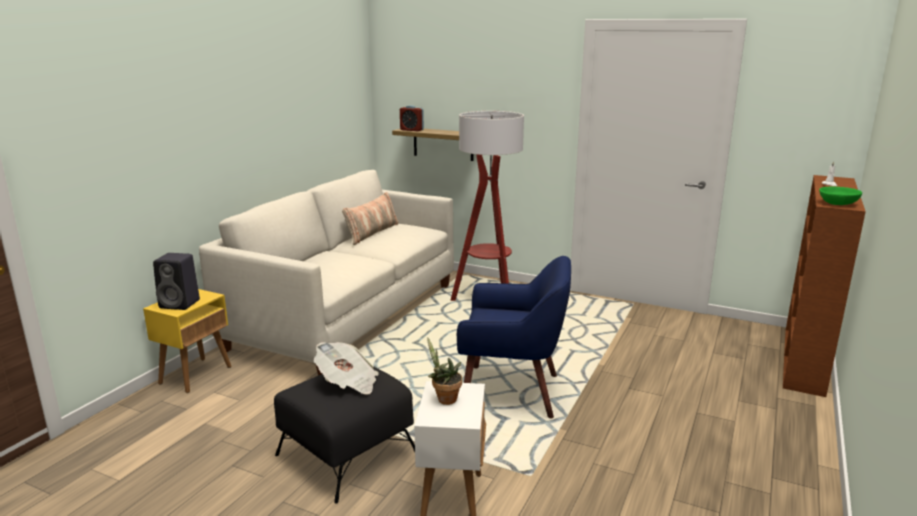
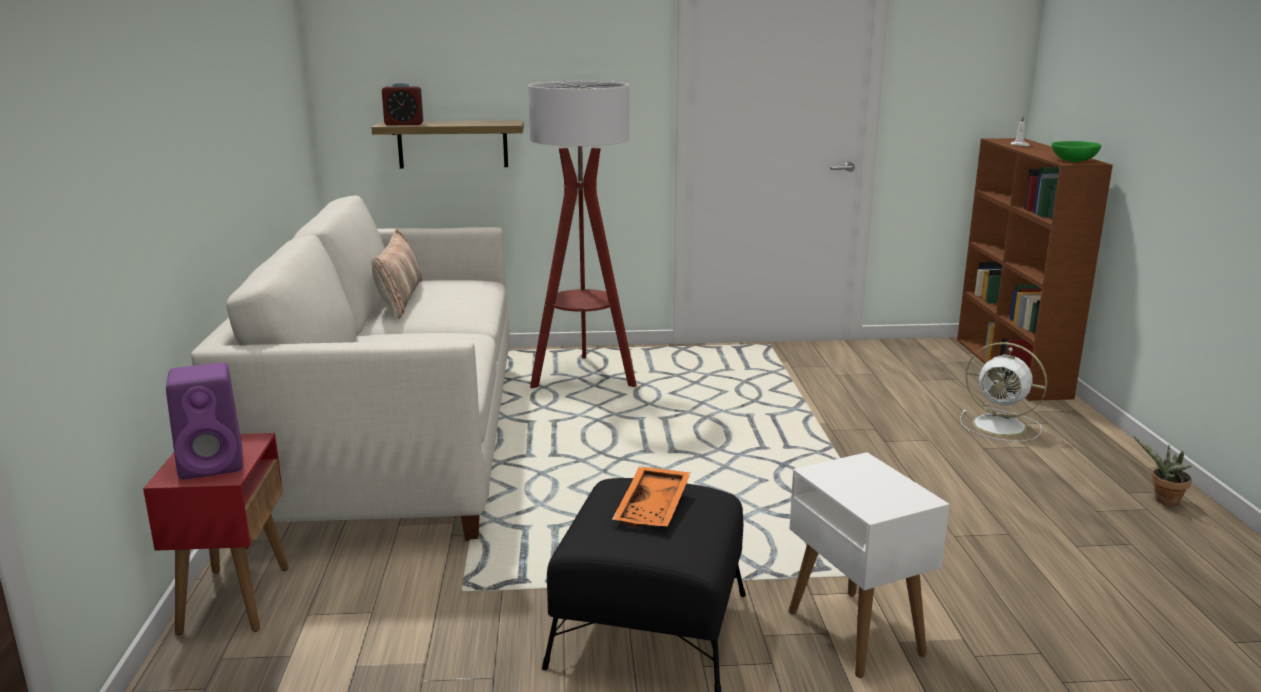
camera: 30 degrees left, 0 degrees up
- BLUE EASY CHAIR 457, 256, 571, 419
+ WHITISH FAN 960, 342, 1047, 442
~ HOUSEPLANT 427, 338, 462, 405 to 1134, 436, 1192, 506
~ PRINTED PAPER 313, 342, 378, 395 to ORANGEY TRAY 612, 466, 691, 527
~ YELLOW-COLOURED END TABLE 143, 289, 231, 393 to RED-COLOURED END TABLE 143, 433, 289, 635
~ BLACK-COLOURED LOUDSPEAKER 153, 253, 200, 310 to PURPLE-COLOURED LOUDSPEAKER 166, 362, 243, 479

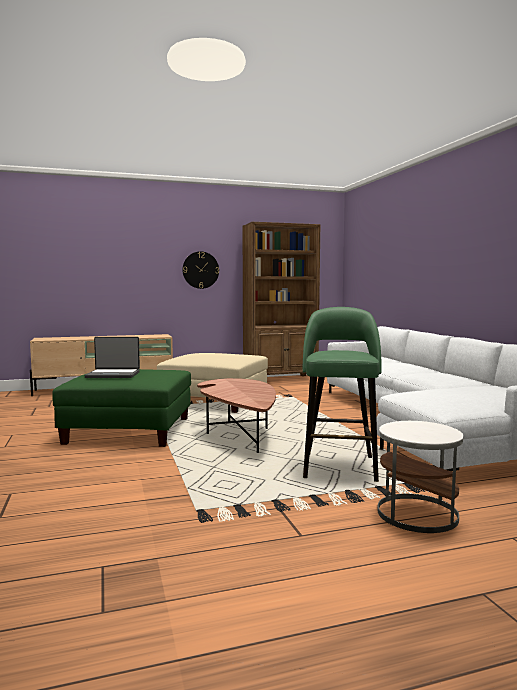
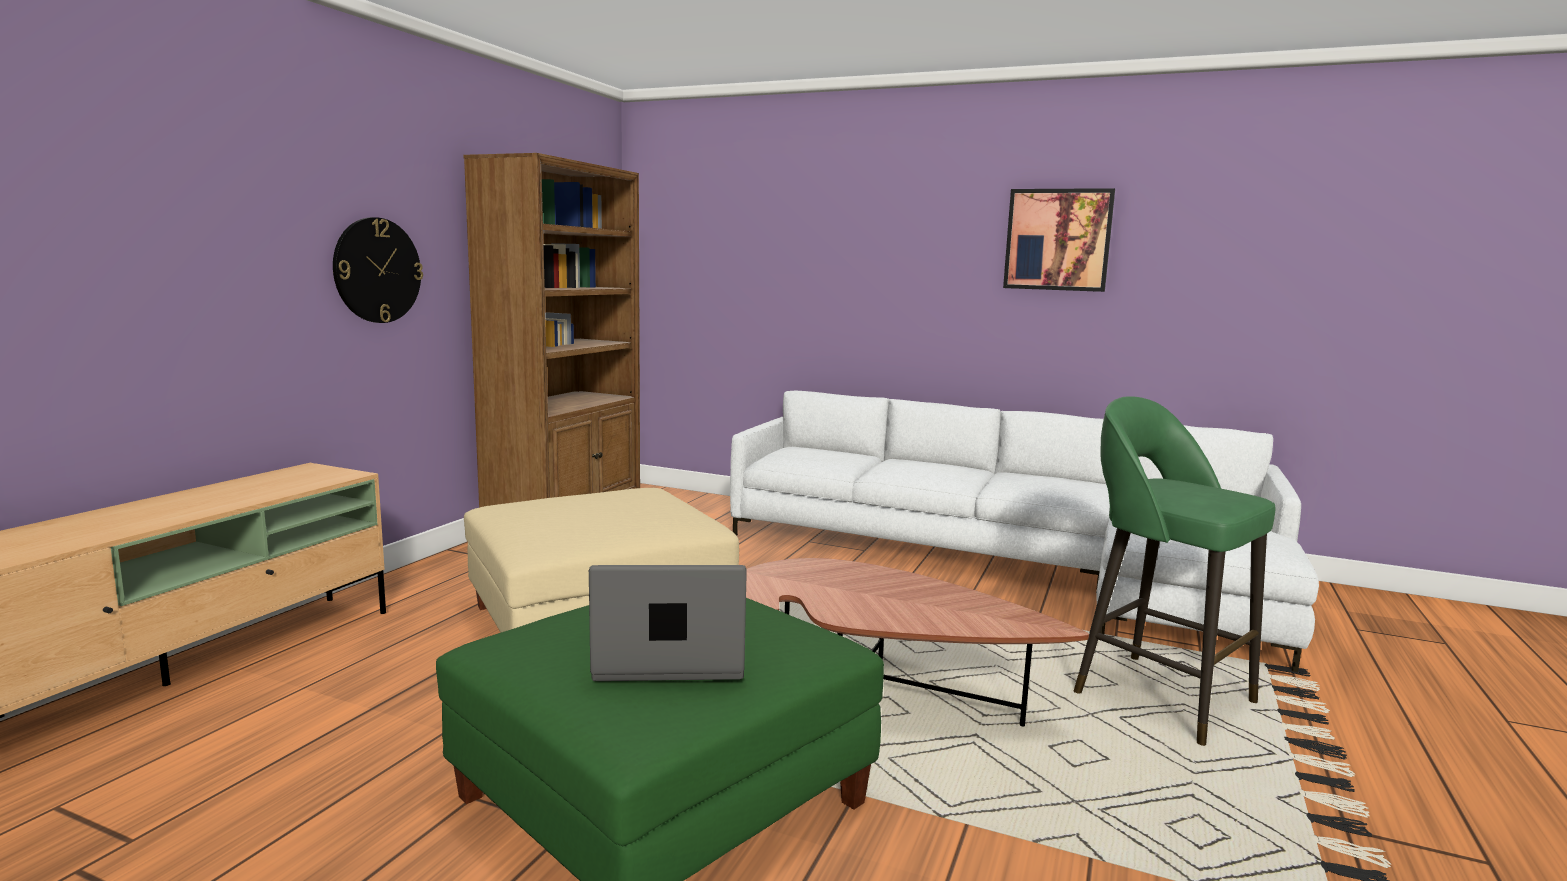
camera: 50 degrees left, 5 degrees up
- WHITISH END TABLE 377, 421, 464, 533
+ WALL ART 1003, 188, 1115, 292
~ NOTEBOOK COMPUTER 85, 337, 140, 378 = 589, 565, 747, 681 135 degrees counterclockwise

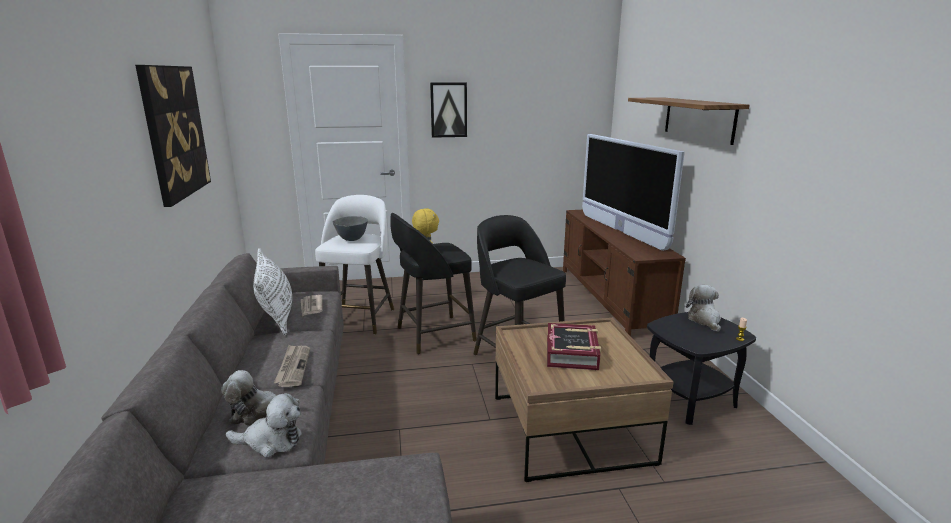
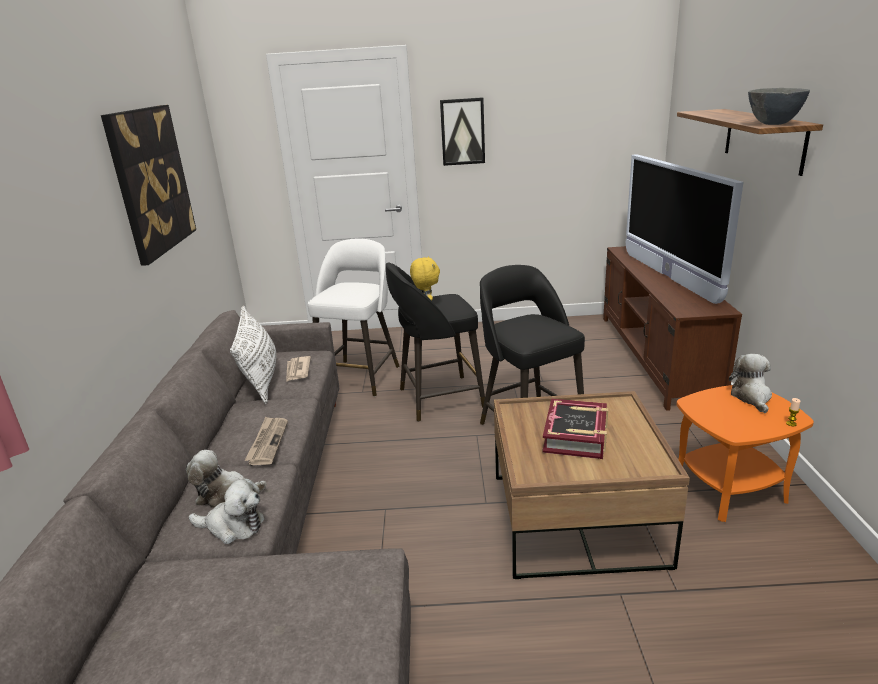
camera: 10 degrees right, 5 degrees up
~ GRAY DEEP DISH 333, 216, 368, 241 to 748, 88, 810, 125
~ BLACK-COLOURED END TABLE 647, 312, 756, 425 to ORANGEY END TABLE 676, 385, 814, 522

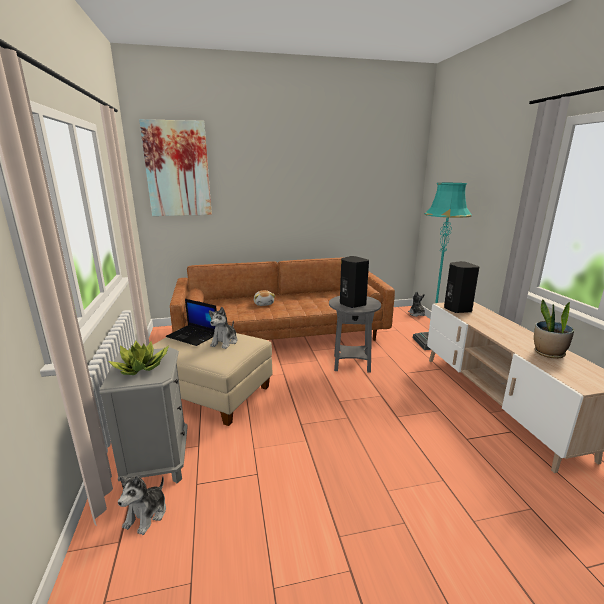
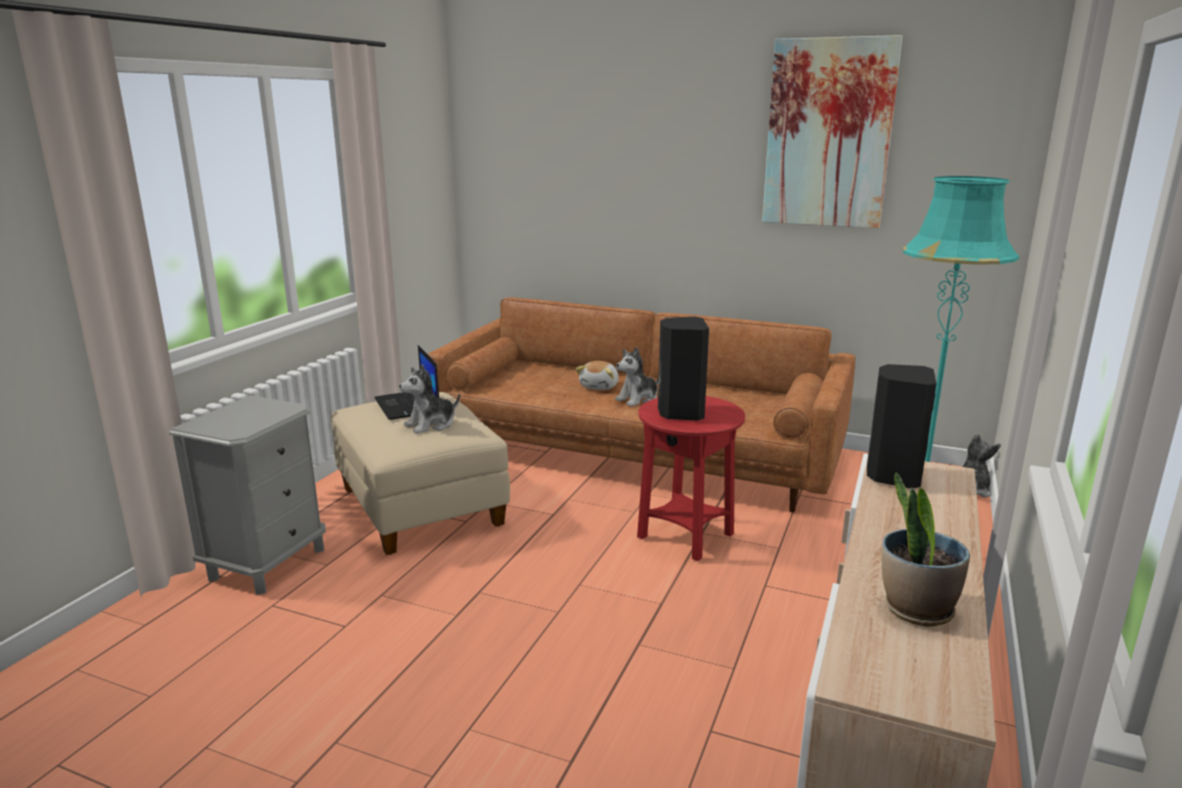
camera: 35 degrees right, 0 degrees up
- HOUSEPLANT 108, 340, 169, 375
~ SOFT TOY 118, 475, 166, 535 to 615, 347, 659, 407
~ WALL ART 139, 119, 212, 216 to 762, 35, 903, 228
~ GRAY END TABLE 329, 296, 381, 373 to RED-COLOURED END TABLE 637, 396, 745, 561

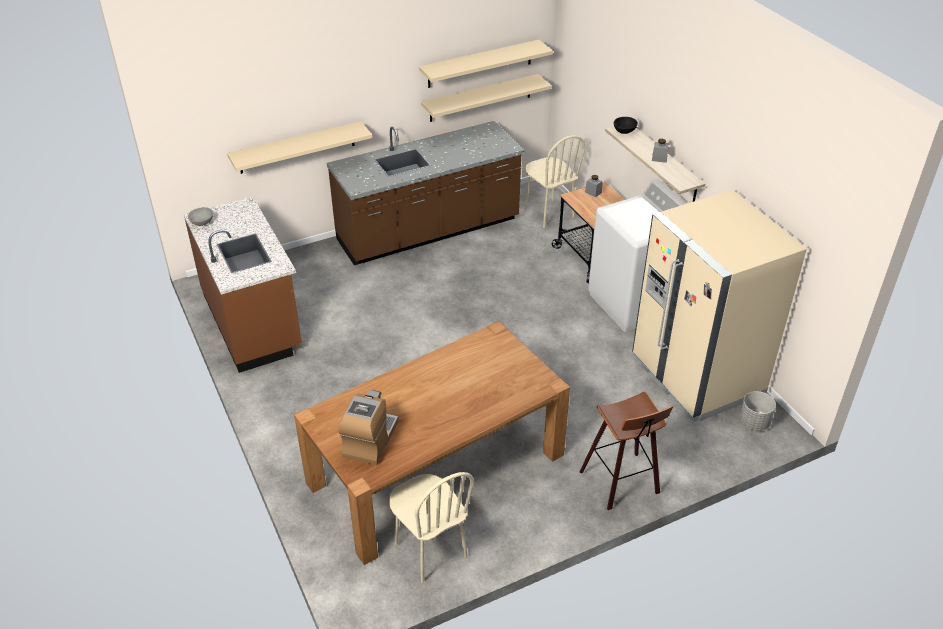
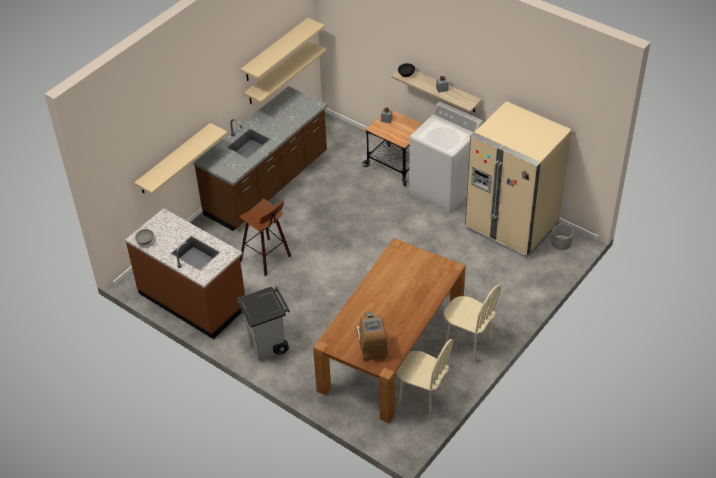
camera: 25 degrees left, 5 degrees up
+ GRAY RUBBISH BIN 237, 287, 290, 361
~ BEIGE-COLOURED CHAIR 525, 135, 585, 228 to 444, 285, 501, 362
~ STOOL SEAT 580, 392, 673, 510 to 240, 198, 291, 276

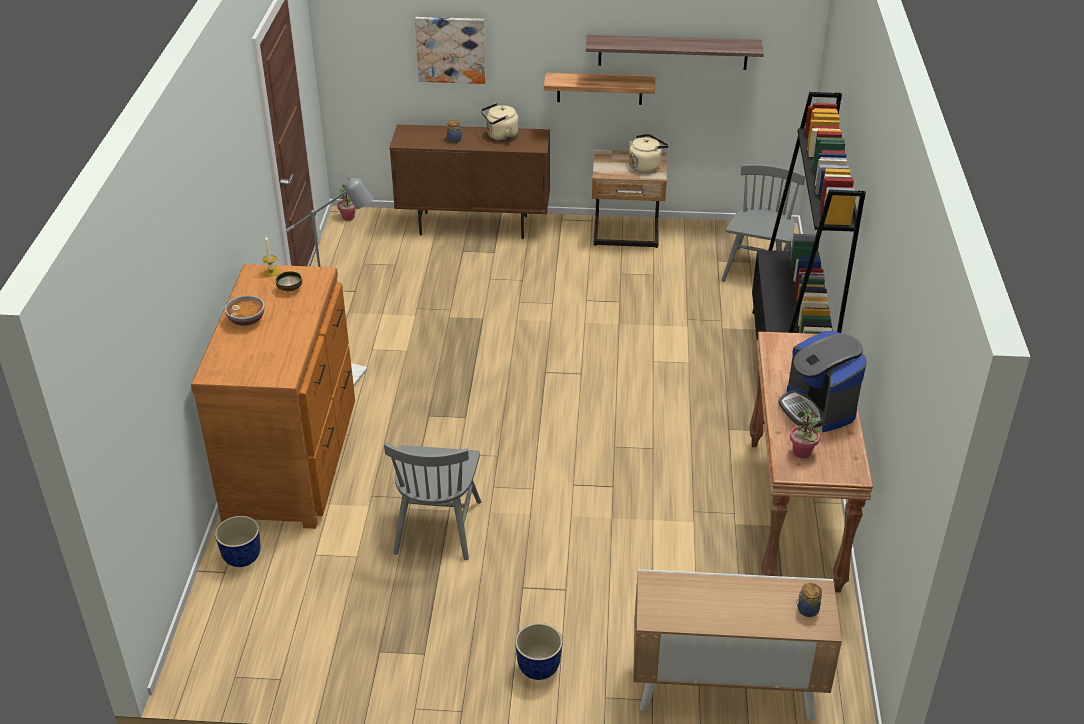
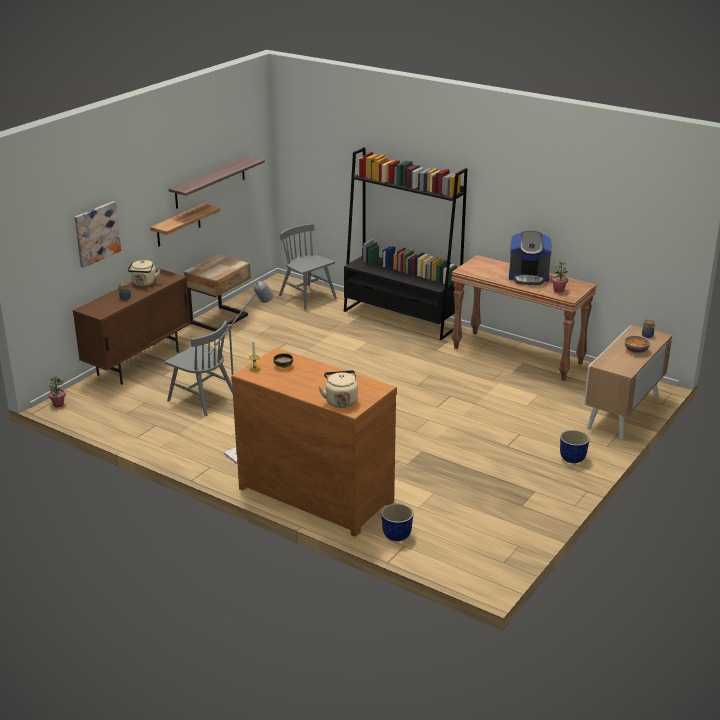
camera: 60 degrees left, 10 degrees down
~ DEEP DISH 225, 296, 265, 326 to 625, 335, 650, 354
~ GRAY CHAIR 384, 443, 481, 560 to 165, 321, 233, 416
~ BEIGE-COLOURED KETTLE 629, 134, 669, 173 to 318, 370, 358, 408

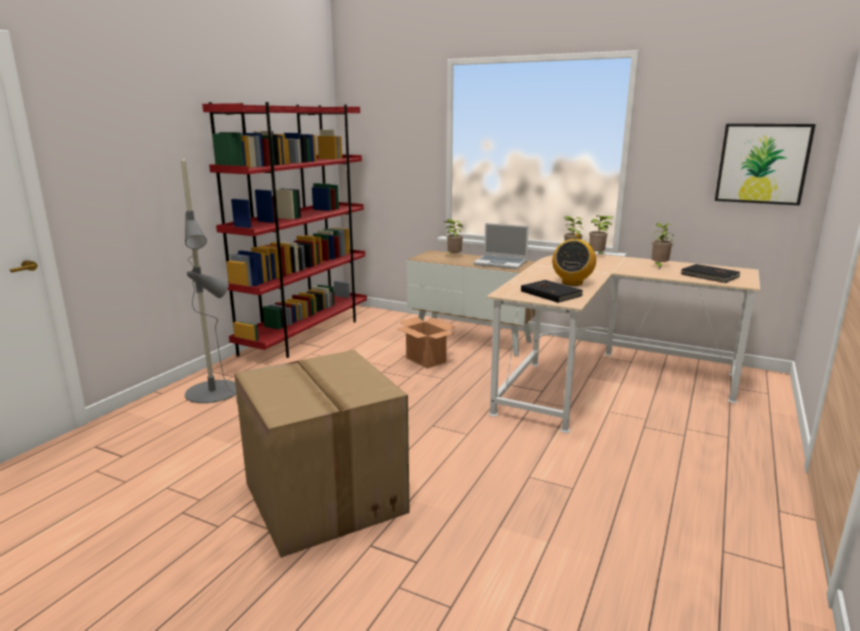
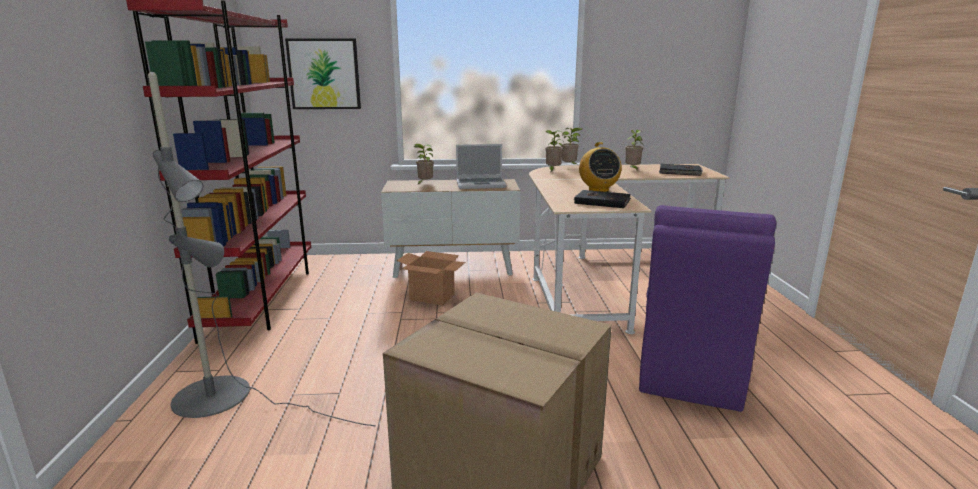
camera: 30 degrees left, 0 degrees up
+ PURPLE-COLOURED CHAIR 639, 205, 776, 412
~ WALL ART 715, 124, 816, 205 to 285, 38, 361, 109

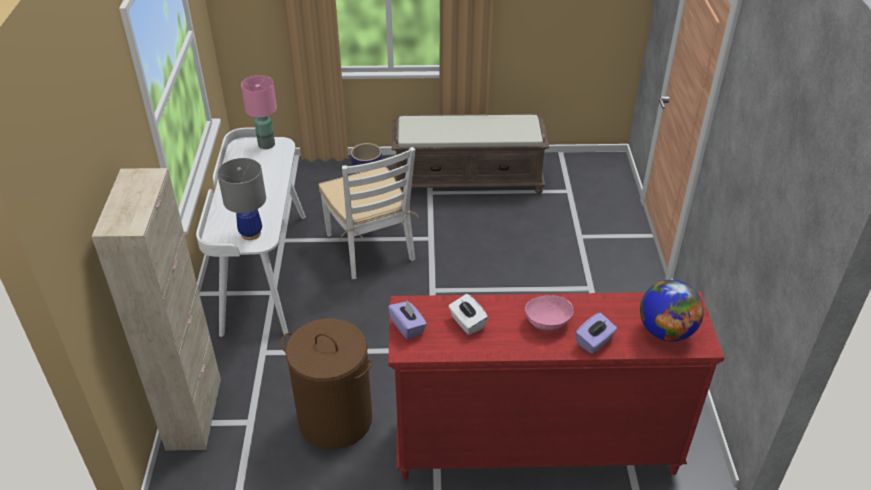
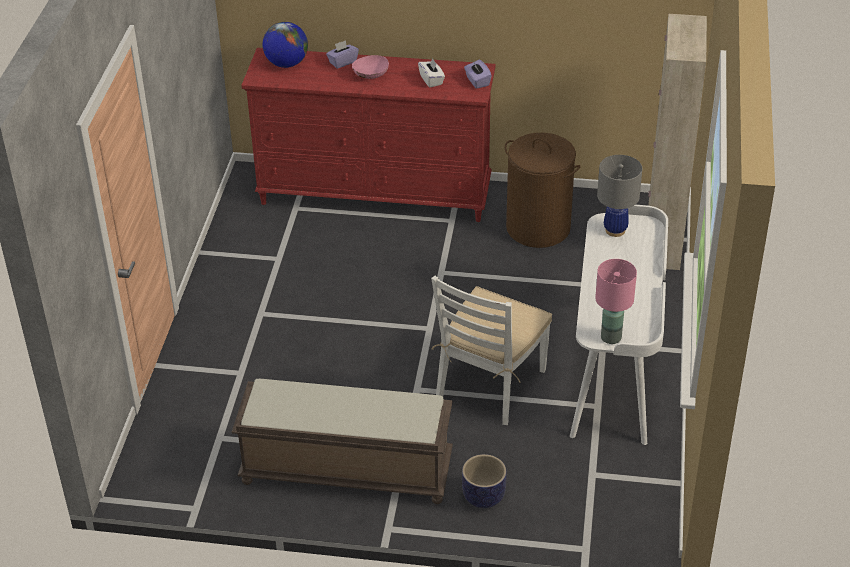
camera: 170 degrees left, 0 degrees up
~ WHITISH CHAIR 319, 147, 419, 279 = 431, 276, 552, 425 135 degrees counterclockwise

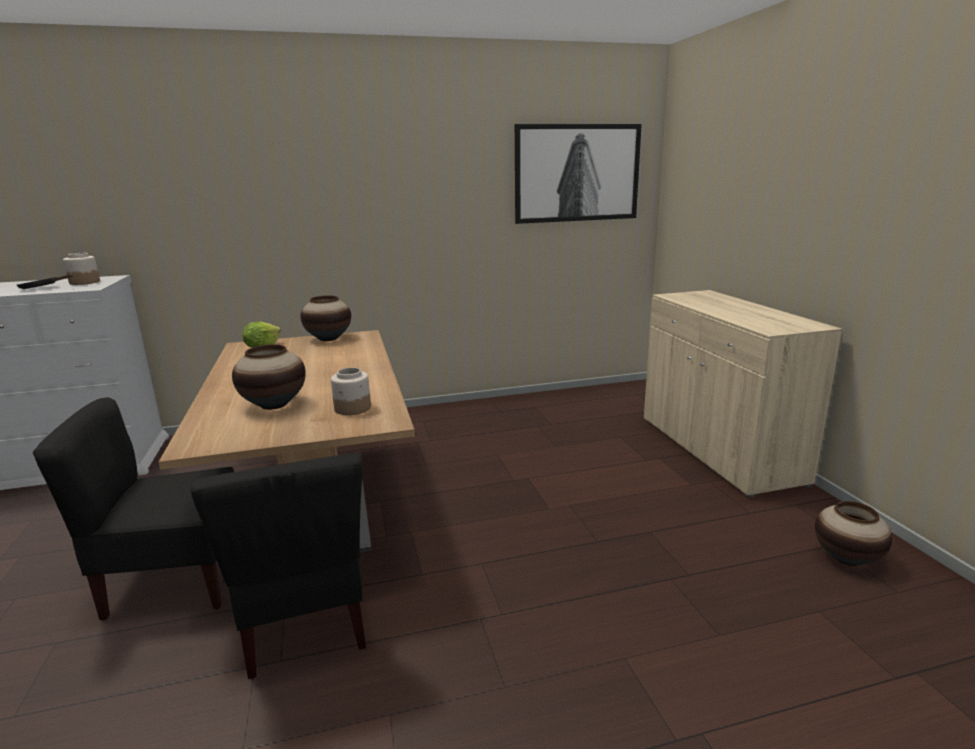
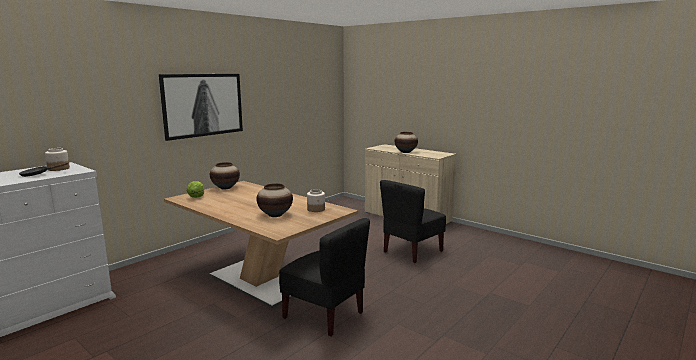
camera: 35 degrees left, 5 degrees down
~ BLACK-COLOURED CHAIR 33, 398, 234, 620 to 380, 180, 446, 263
~ WALL ART 515, 124, 642, 224 to 159, 74, 243, 141
~ VASE 815, 501, 893, 566 to 395, 132, 418, 153

